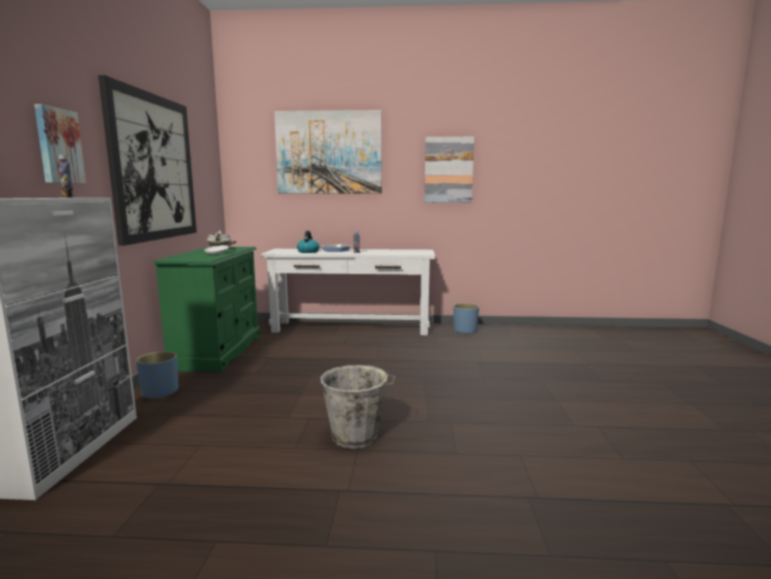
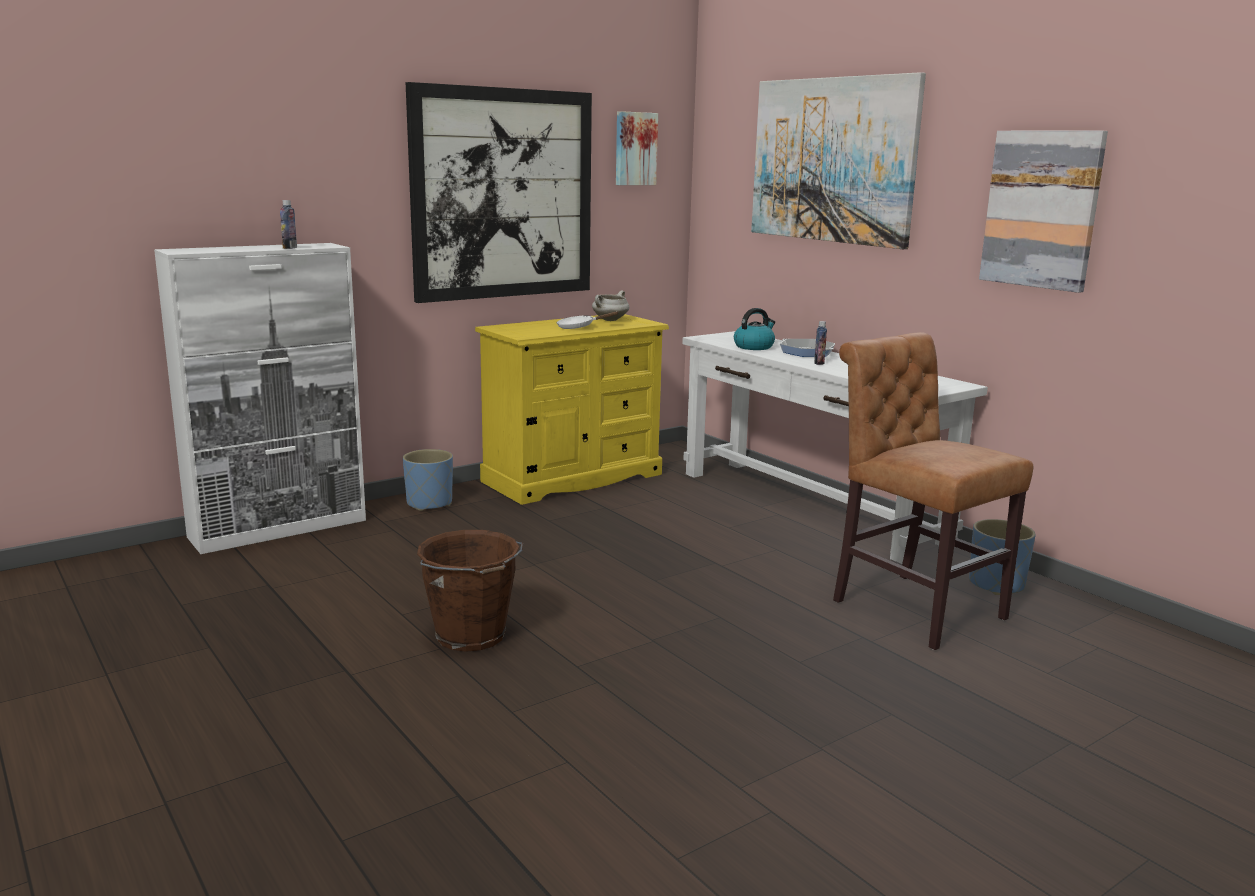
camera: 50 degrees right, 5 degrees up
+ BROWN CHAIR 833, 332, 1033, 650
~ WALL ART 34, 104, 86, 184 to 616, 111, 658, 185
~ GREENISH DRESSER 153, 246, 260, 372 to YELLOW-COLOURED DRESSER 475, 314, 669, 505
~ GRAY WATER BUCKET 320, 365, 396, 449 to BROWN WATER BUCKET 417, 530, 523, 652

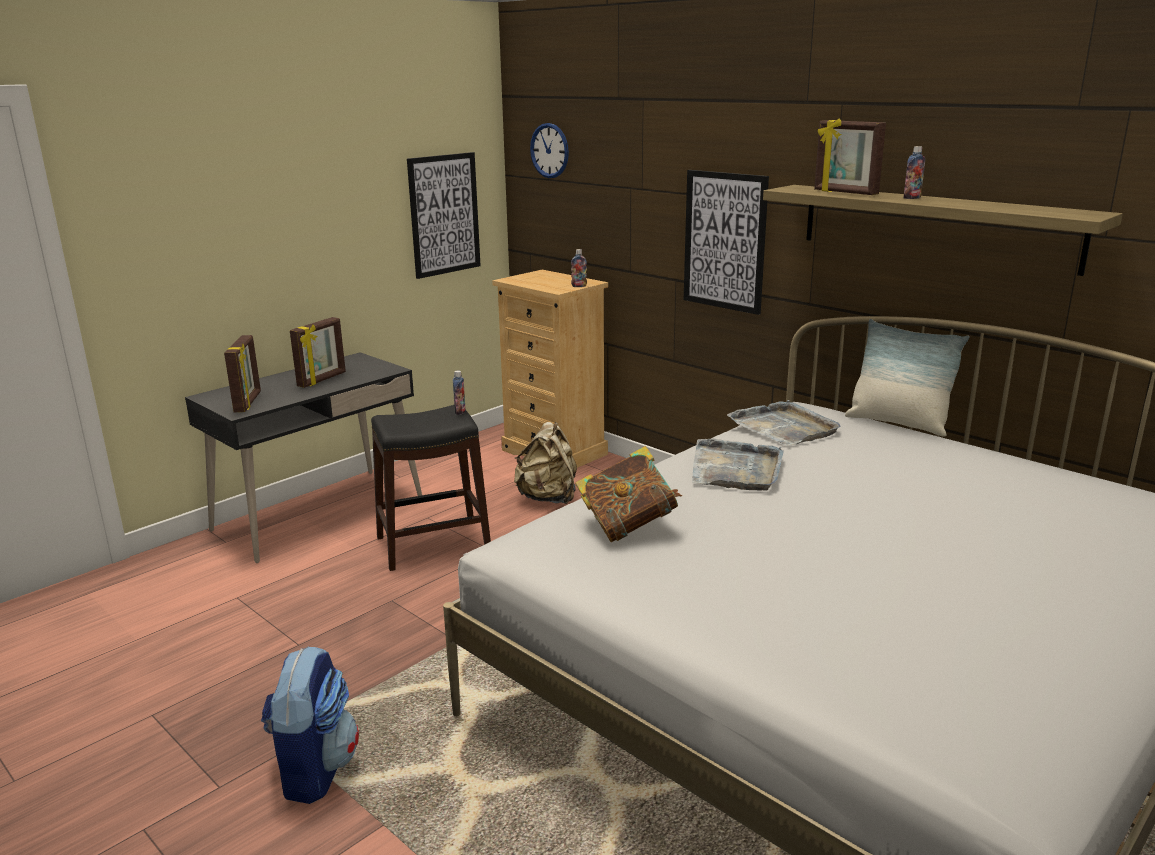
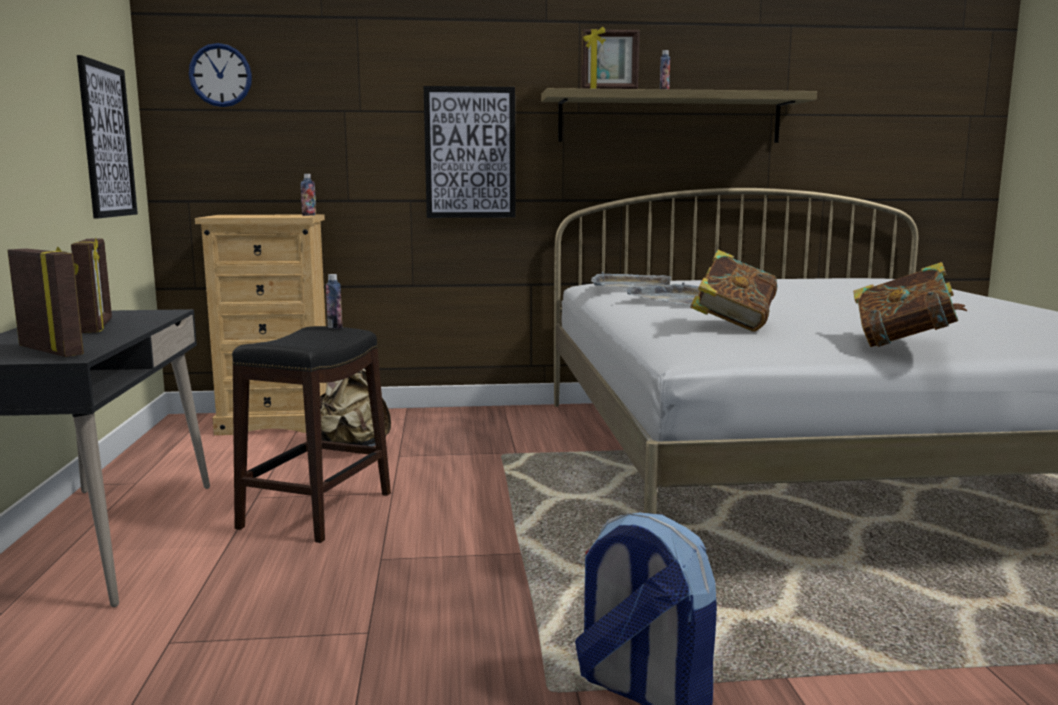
camera: 50 degrees left, 10 degrees down
- THROW PILLOW 845, 319, 970, 437
+ BOUND BOOK 853, 262, 967, 347

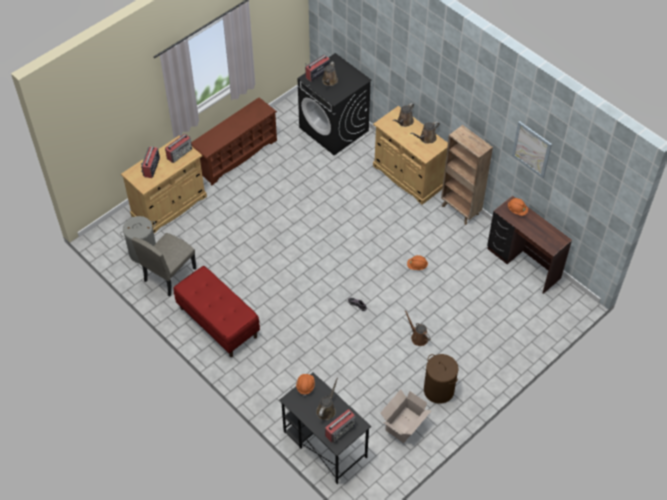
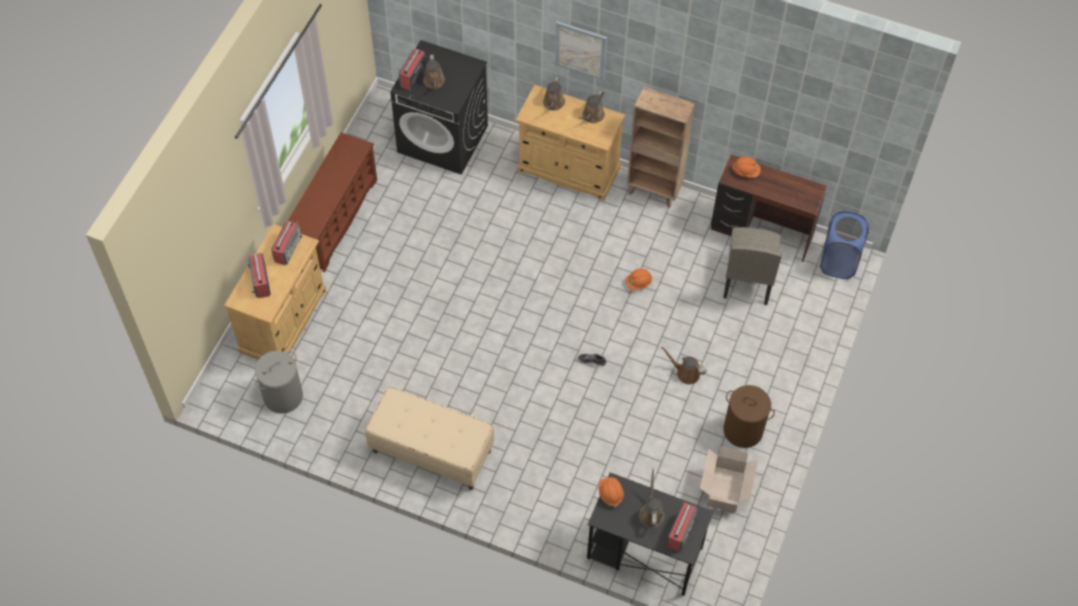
camera: 25 degrees left, 5 degrees up
+ BLUE LAUNDRY BASKET 820, 211, 869, 279
~ BEIGE-COLOURED CHAIR 132, 233, 196, 297 to 723, 227, 782, 305
~ WALL ART 512, 121, 552, 178 to 555, 21, 607, 81
~ RED-COLOURED LONG SEAT 174, 266, 260, 357 to BEIGE-COLOURED LONG SEAT 365, 387, 494, 490

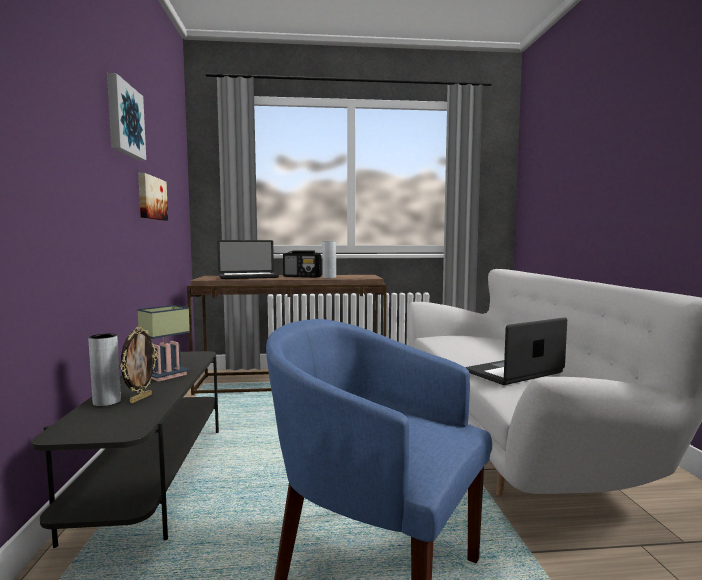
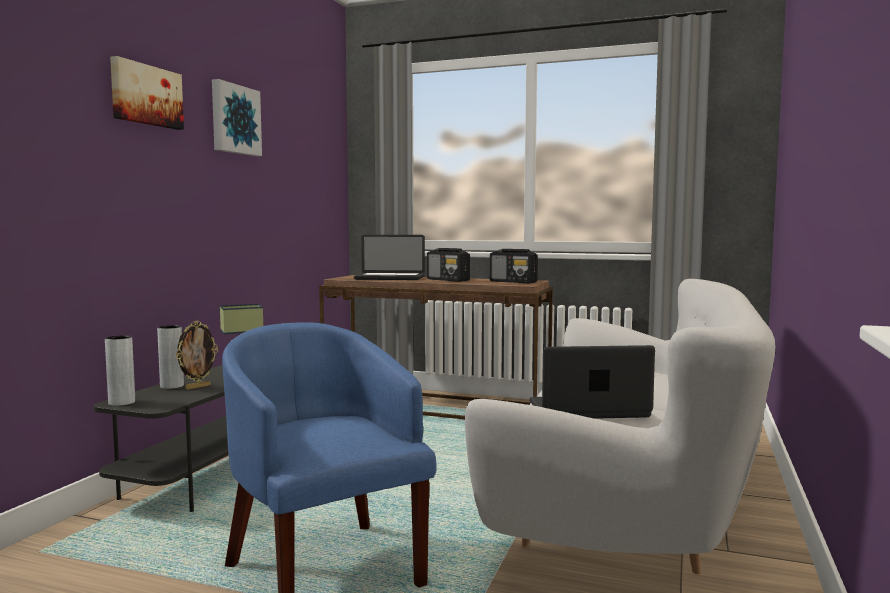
camera: 25 degrees right, 0 degrees up
+ RADIO RECEIVER 490, 249, 538, 283
~ WALL ART 138, 173, 168, 221 to 110, 56, 184, 130
~ GRAY VASE 322, 241, 336, 278 to 105, 335, 135, 406

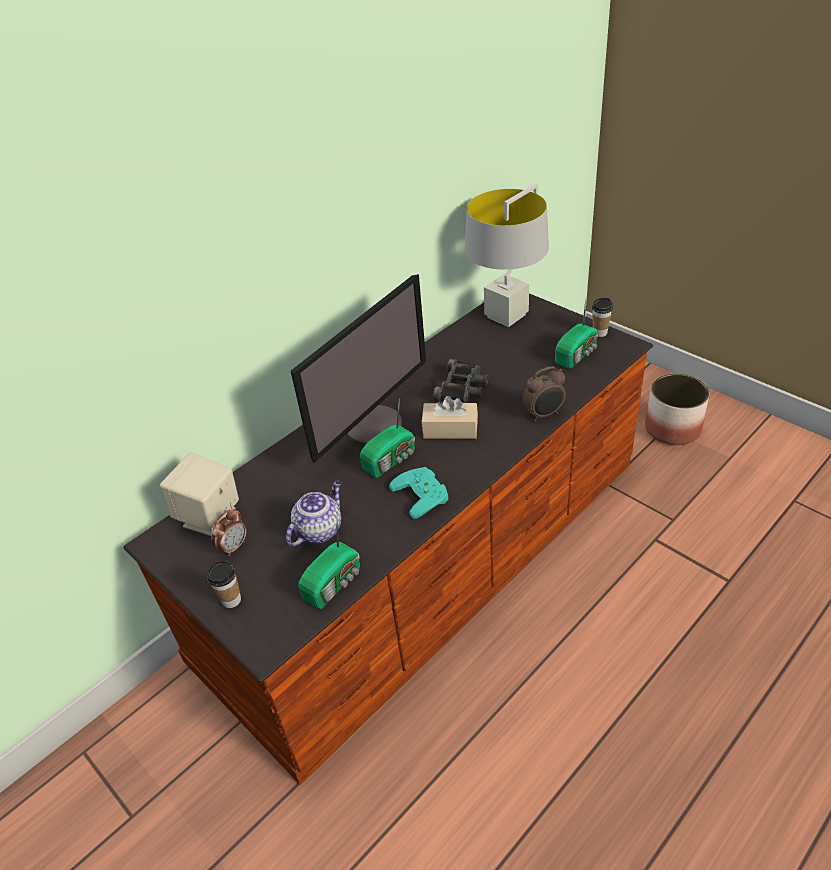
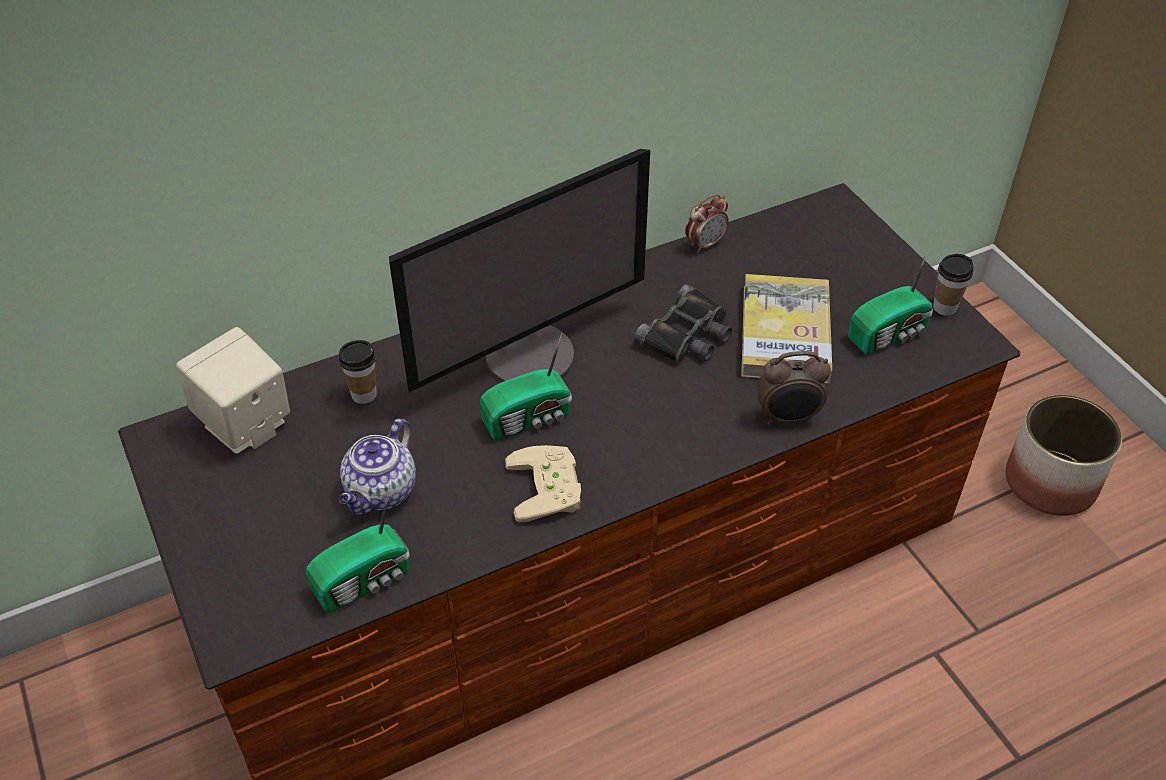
camera: 15 degrees right, 5 degrees up
- BEIGE-COLOURED BOX OF TISSUES 422, 396, 478, 439
- GRAY TABLETOP LAMP 465, 183, 549, 327
+ BOUND BOOK 741, 274, 832, 384
~ DRINKING CUP 207, 560, 241, 608 to 338, 340, 377, 404
~ ALARM CLOCK 211, 508, 247, 556 to 685, 194, 729, 253
~ TURQUOISE-COLOURED JOYPAD 389, 467, 449, 519 to BEIGE-COLOURED JOYPAD 505, 445, 581, 522
~ TEA POT 286, 481, 341, 546 = 339, 419, 416, 515 150 degrees clockwise

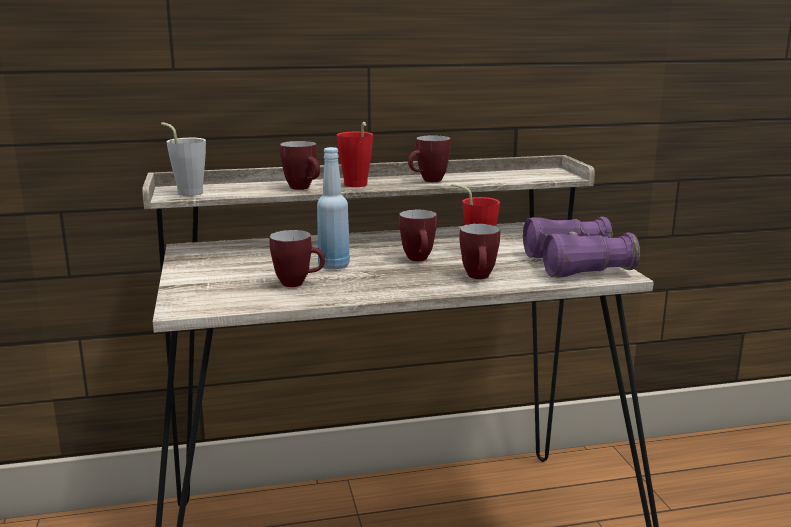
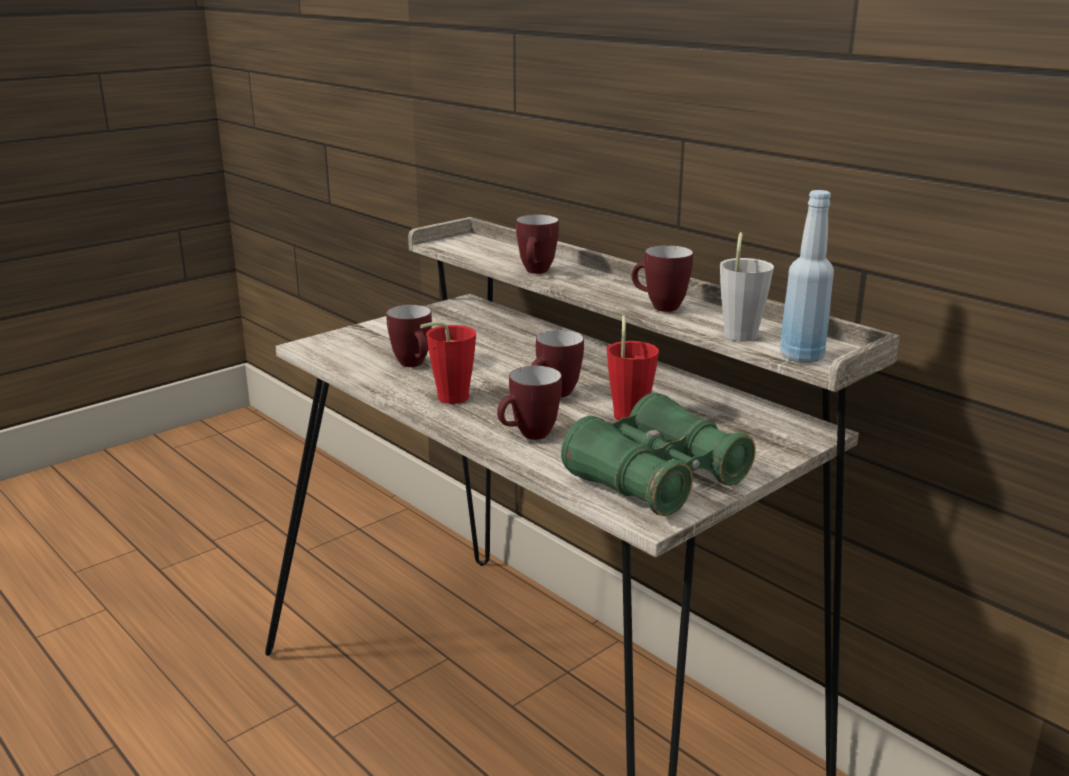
camera: 60 degrees right, 5 degrees up
~ GRAY DRINKING CUP 161, 122, 206, 196 to 720, 232, 774, 341
~ BLUE DRINK BOTTLE 317, 147, 350, 270 to 780, 190, 834, 363
~ RED-COLOURED DRINKING CUP 337, 122, 373, 187 to 420, 322, 476, 404
~ PURPLE-COLOURED PAIR OF BINOCULARS 523, 217, 640, 278 to GREENISH PAIR OF BINOCULARS 561, 393, 756, 516

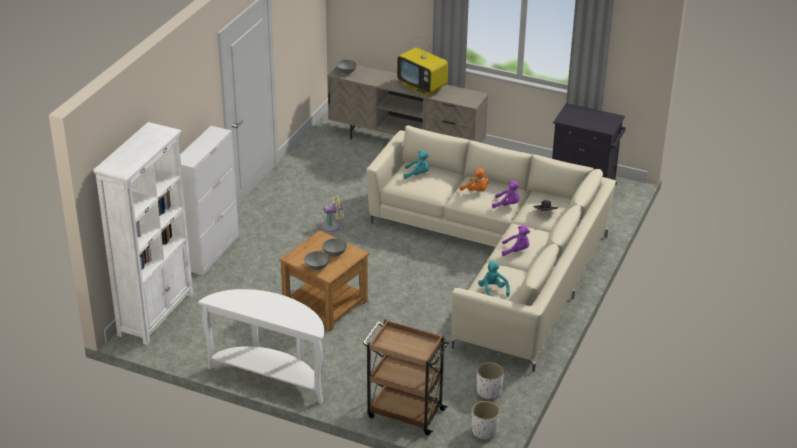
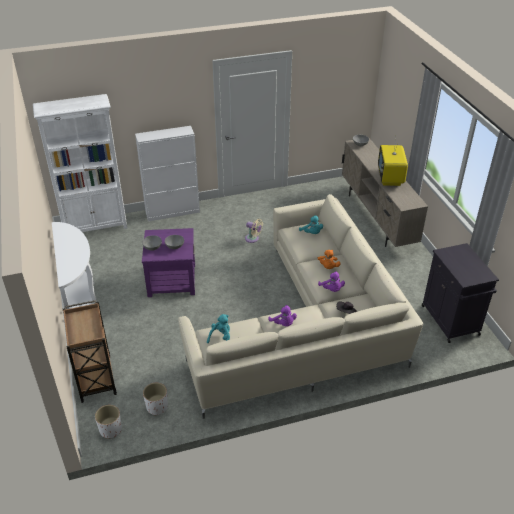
camera: 50 degrees right, 5 degrees up
~ BROWN END TABLE 279, 230, 370, 331 to PURPLE-COLOURED END TABLE 142, 228, 195, 297

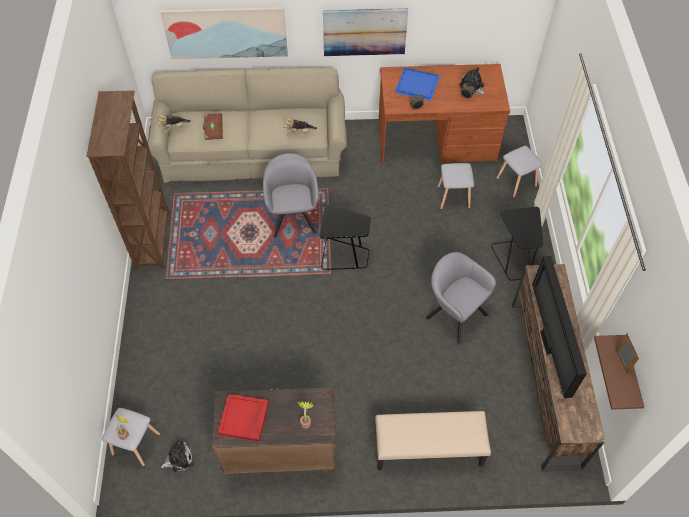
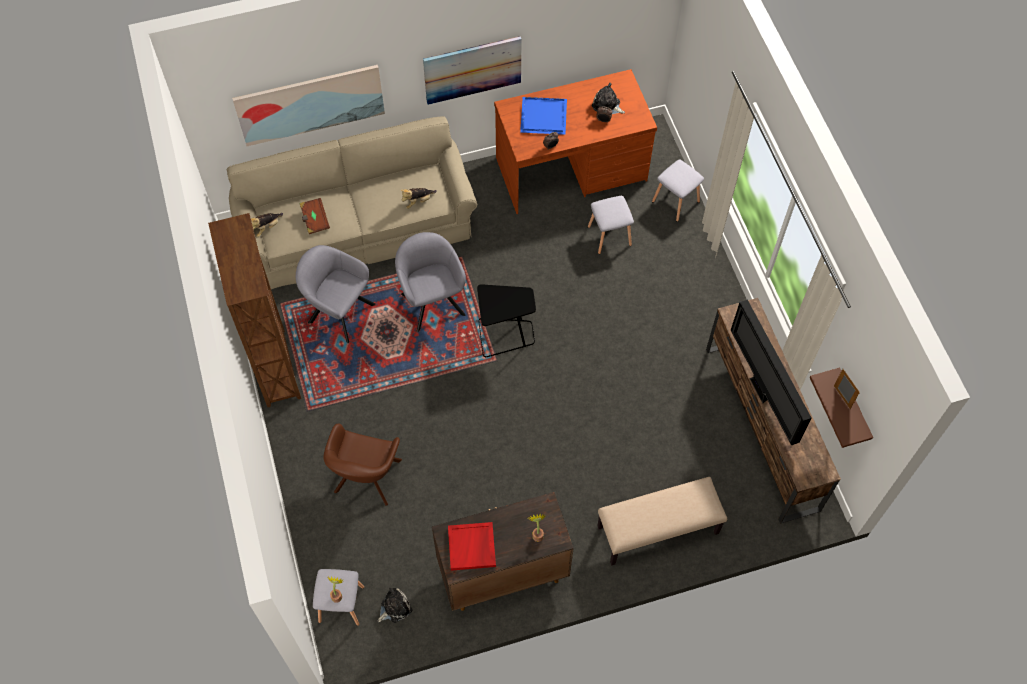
camera: 15 degrees left, 5 degrees up
- BLACK-COLOURED END TABLE 491, 207, 543, 281
+ BROWN EASY CHAIR 323, 423, 402, 506
~ GRAY EASY CHAIR 426, 252, 496, 345 to 296, 245, 376, 343

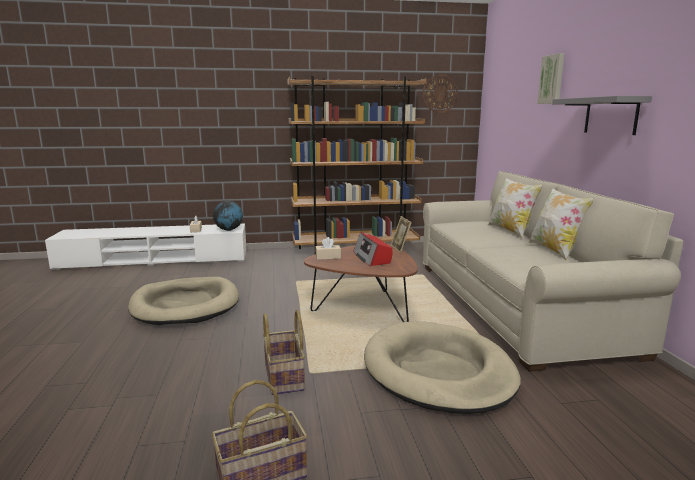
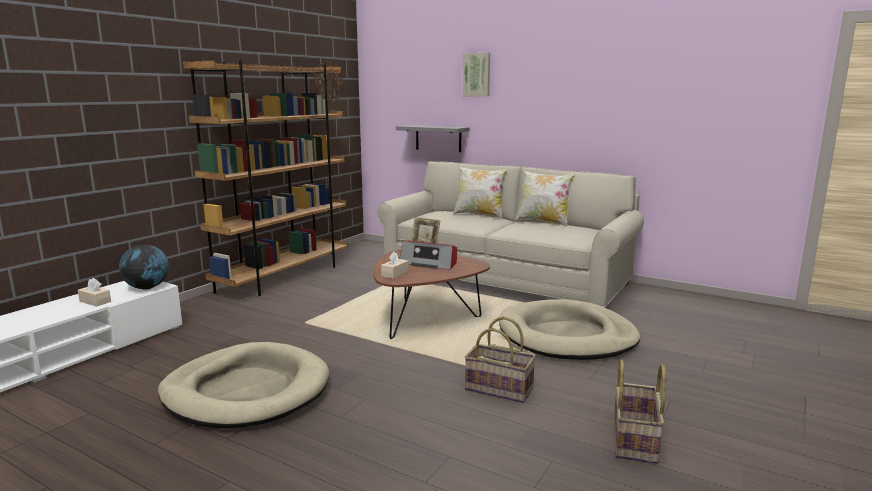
camera: 50 degrees left, 0 degrees up
~ GRAY SHELF 552, 96, 652, 135 to 396, 125, 470, 152

